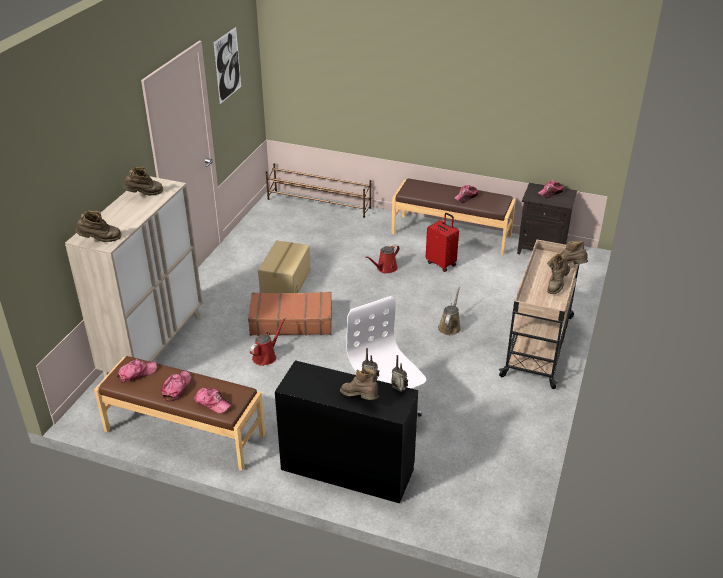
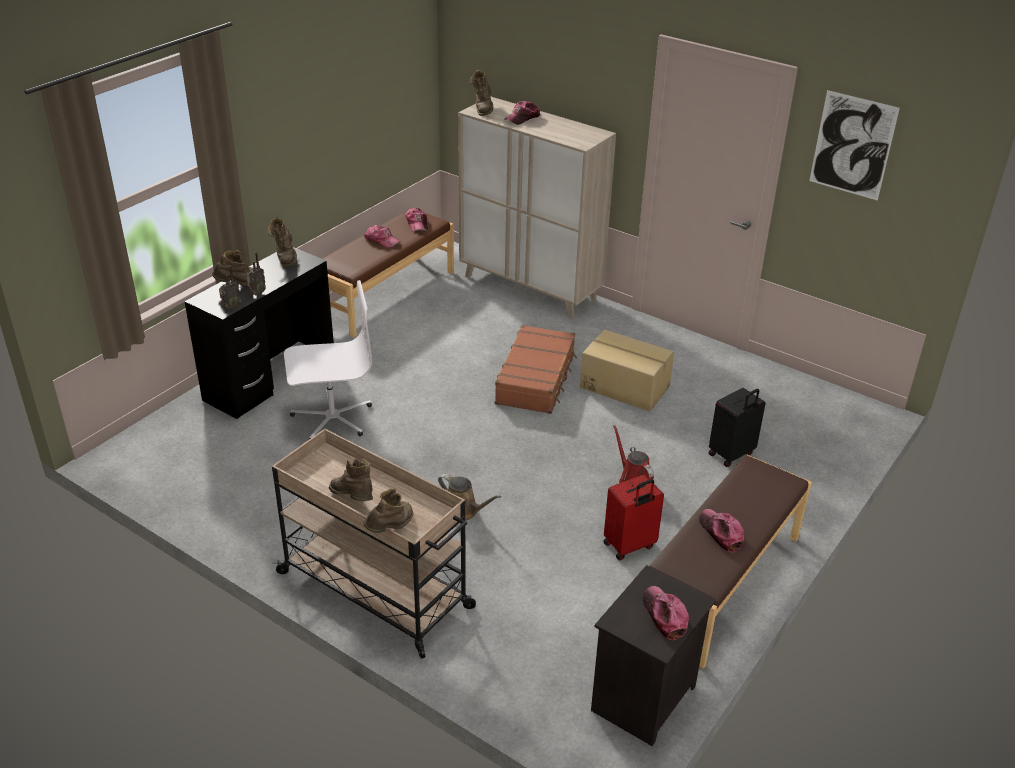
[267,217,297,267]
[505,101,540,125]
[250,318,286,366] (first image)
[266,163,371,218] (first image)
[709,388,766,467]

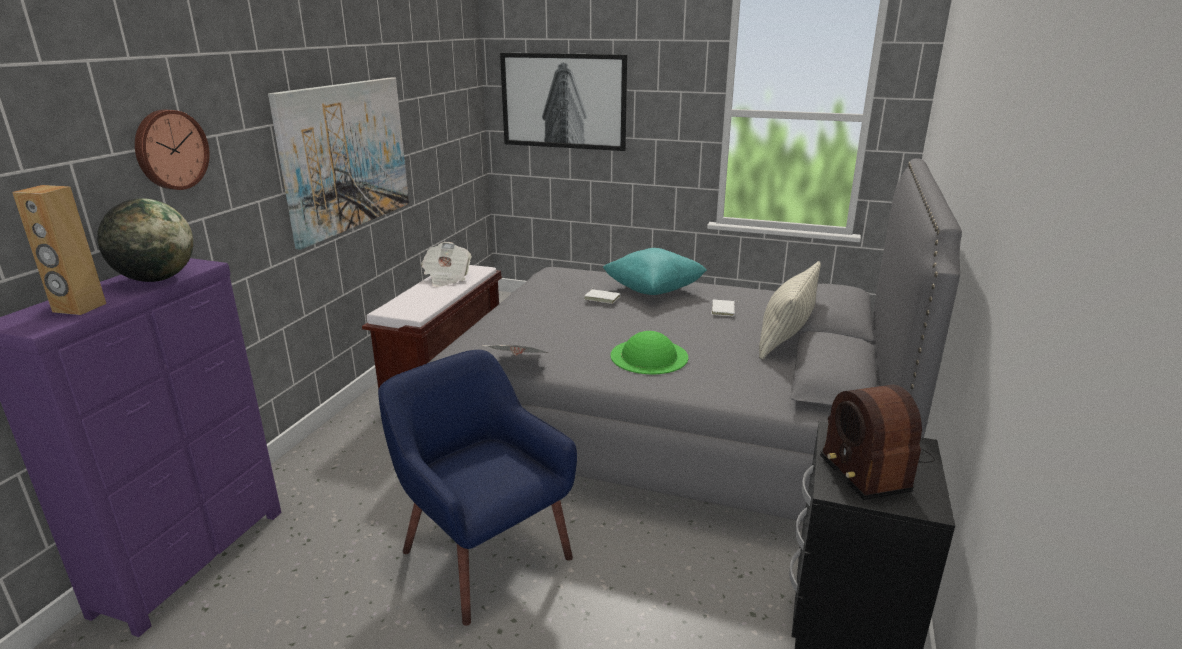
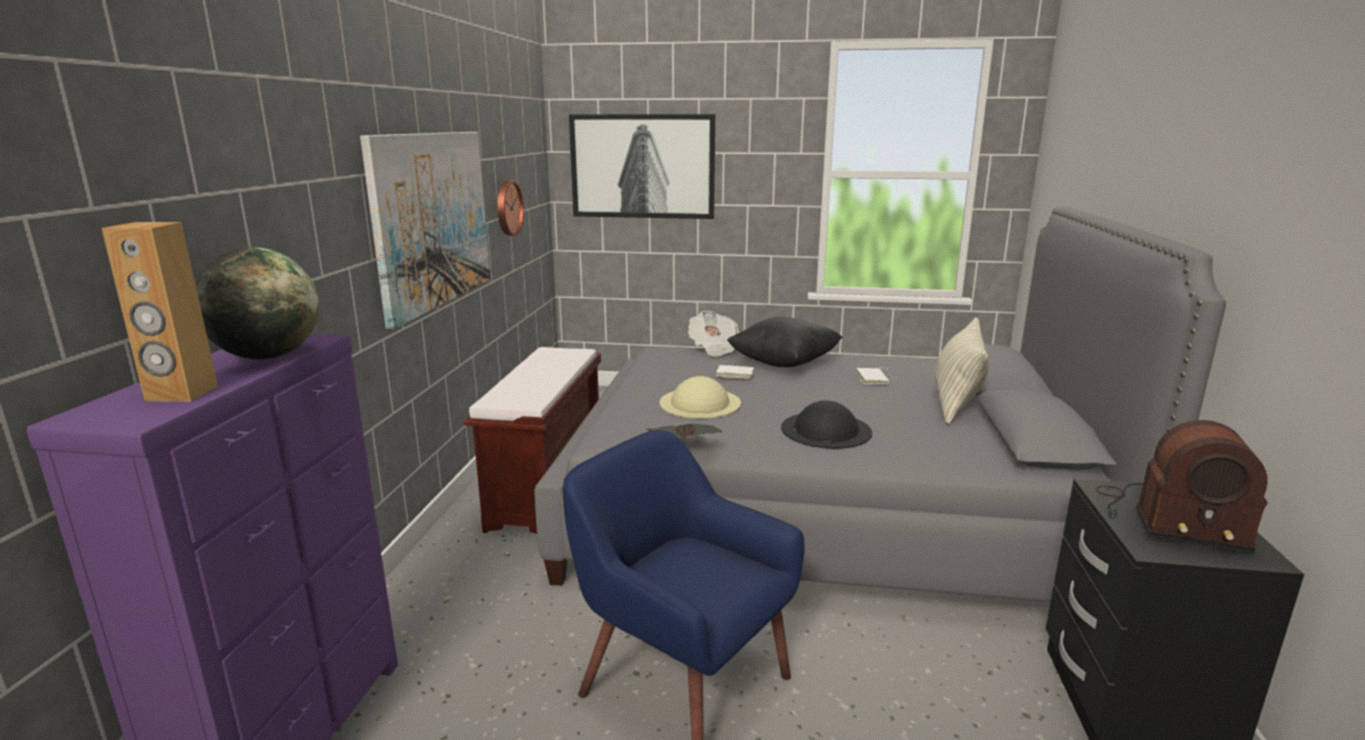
[497,180,524,236]
[688,311,739,357]
[727,317,843,367]
[781,400,872,449]
[1096,420,1268,554]
[659,376,741,419]

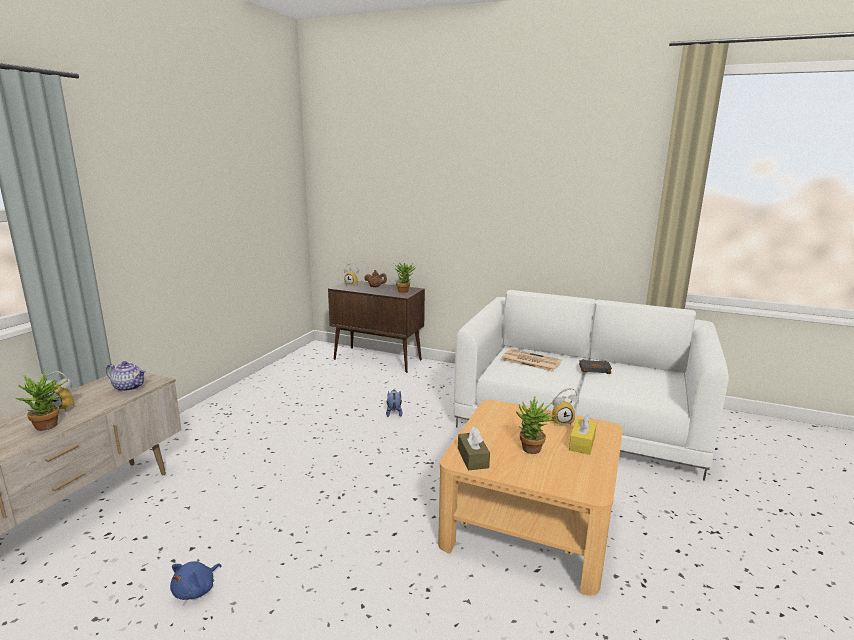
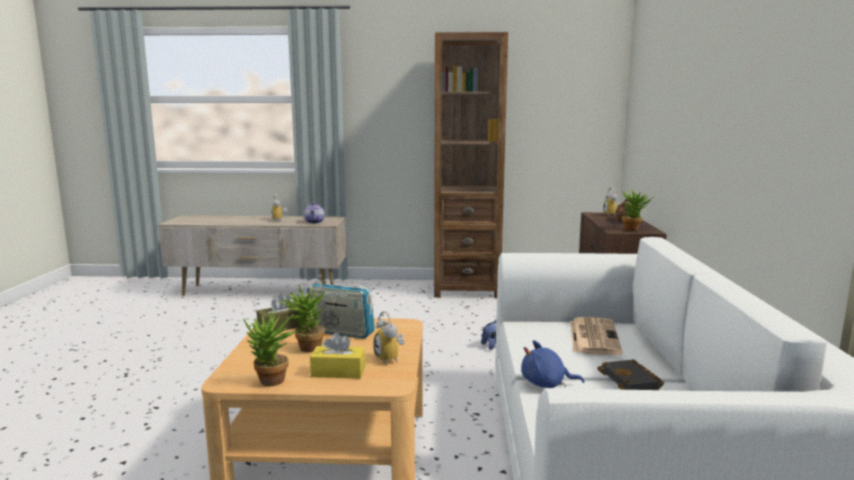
[244,310,296,386]
[521,340,584,388]
[307,275,375,339]
[434,32,508,298]

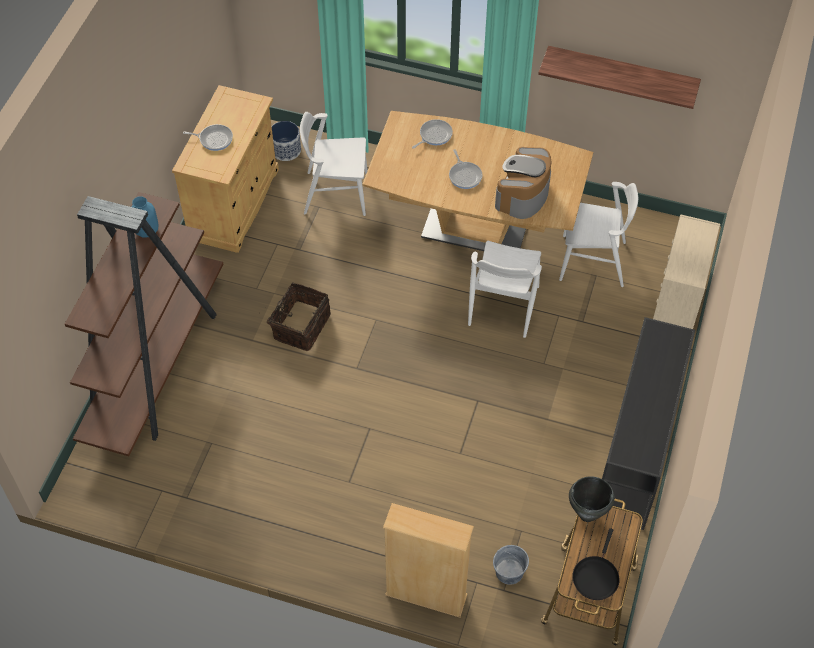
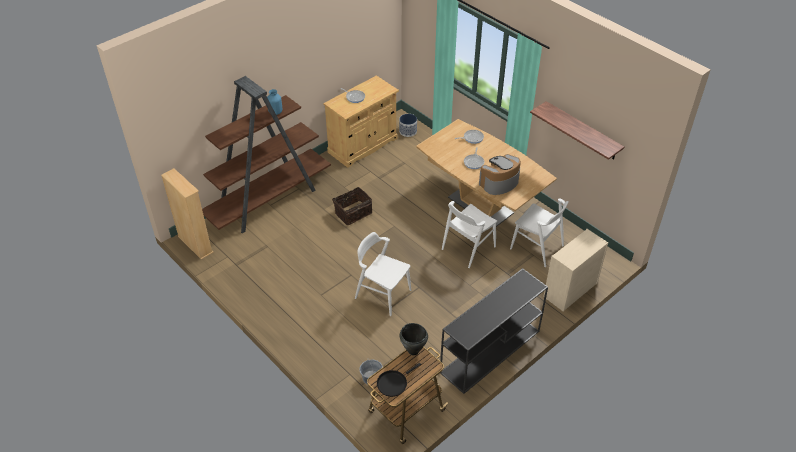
[355,232,411,316]
[161,168,214,260]

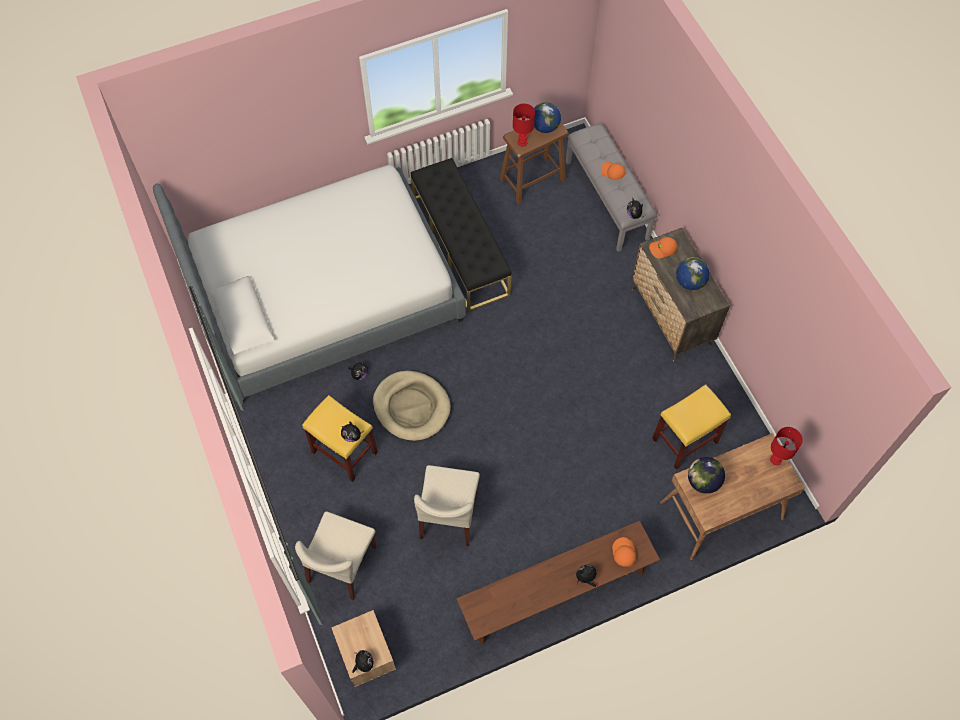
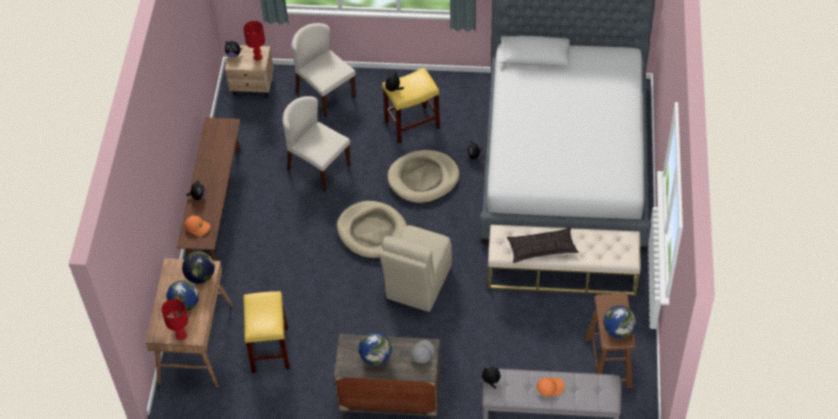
[488,224,641,296]
[243,21,265,61]
[411,340,435,363]
[166,280,199,312]
[337,201,407,258]
[379,225,452,312]
[507,227,578,263]

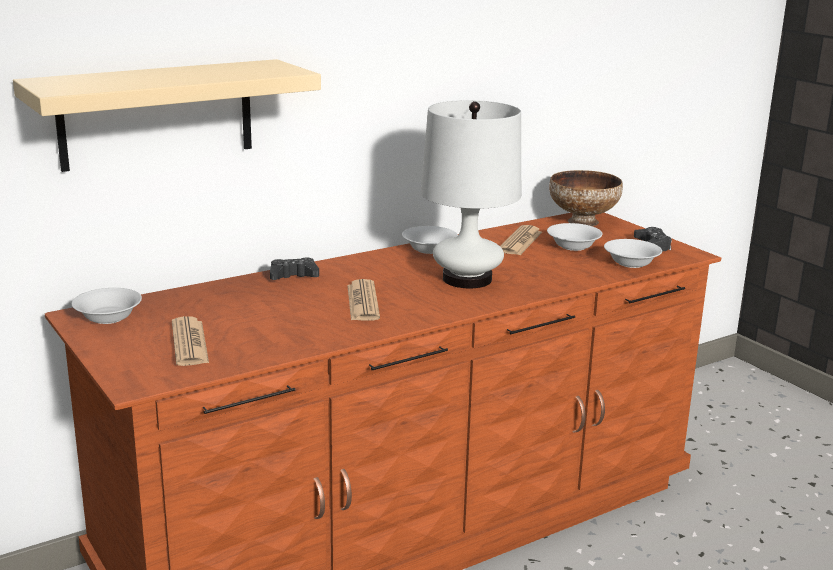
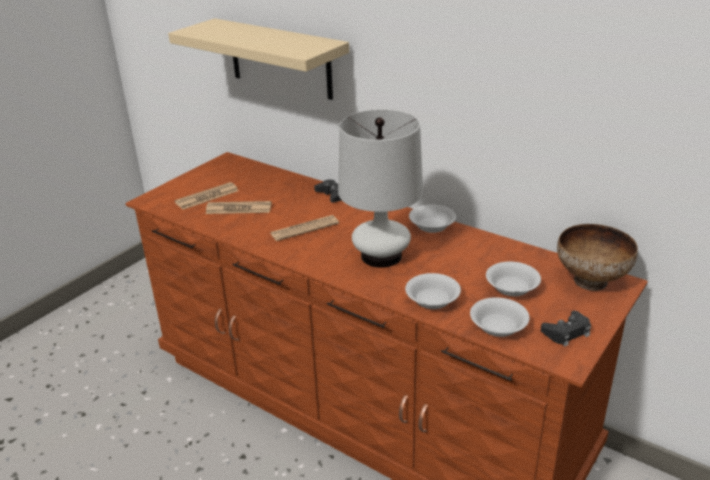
[405,273,461,309]
[206,201,272,214]

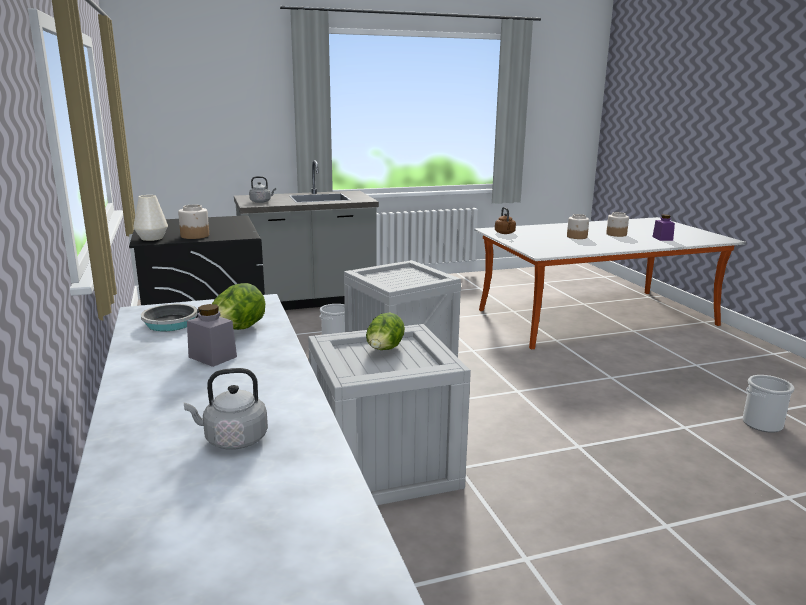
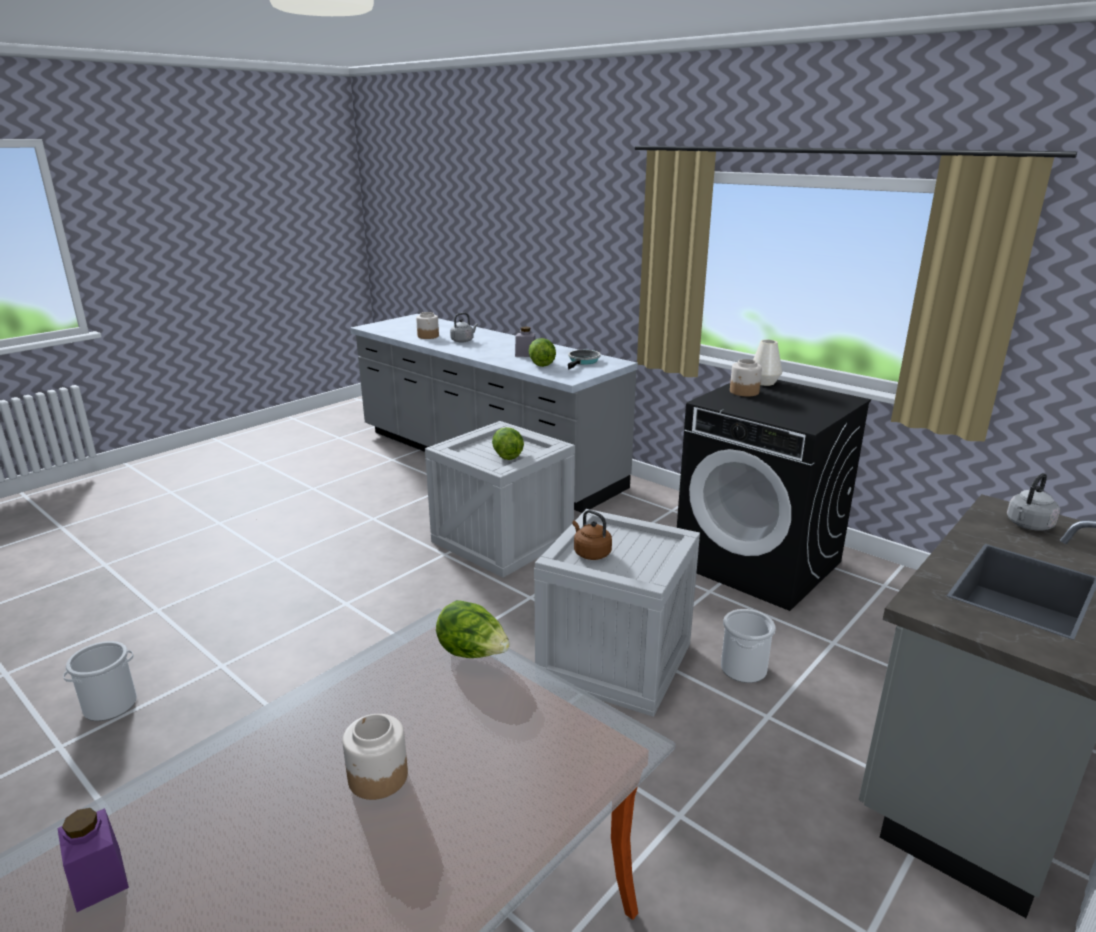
[572,510,612,560]
[416,312,439,339]
[436,600,510,658]

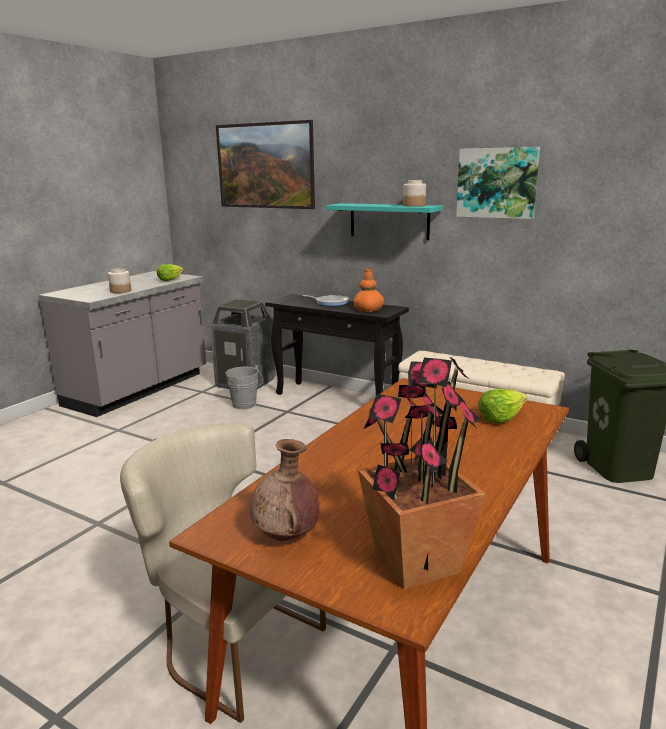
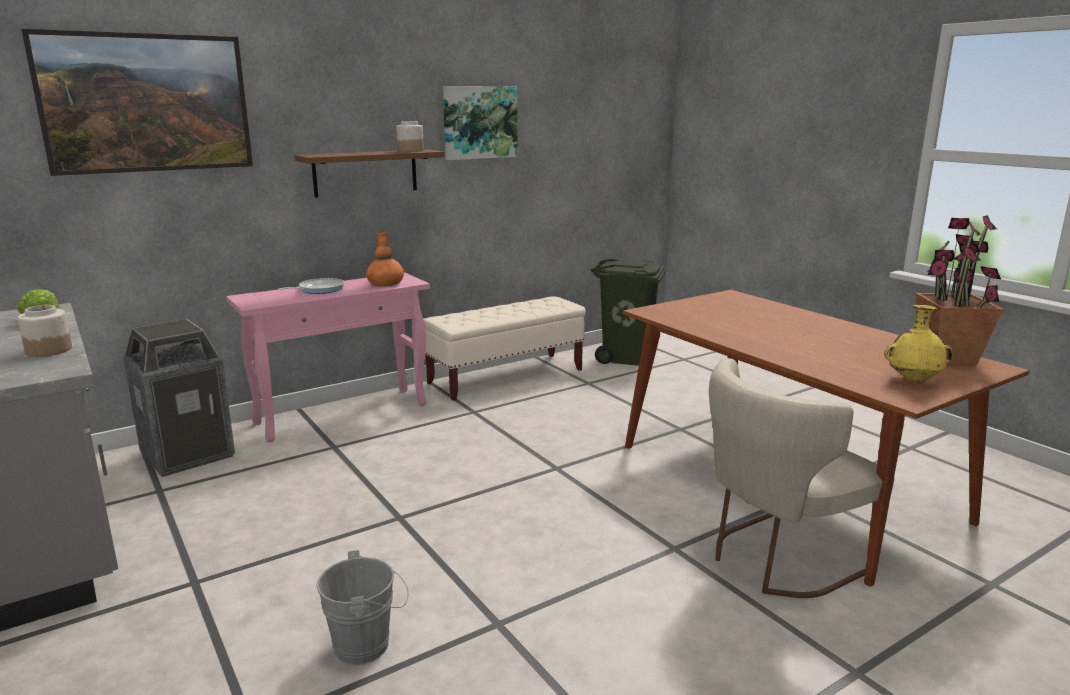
[316,550,409,665]
[884,305,953,383]
[226,272,430,442]
[295,149,444,198]
[478,389,527,423] (first image)

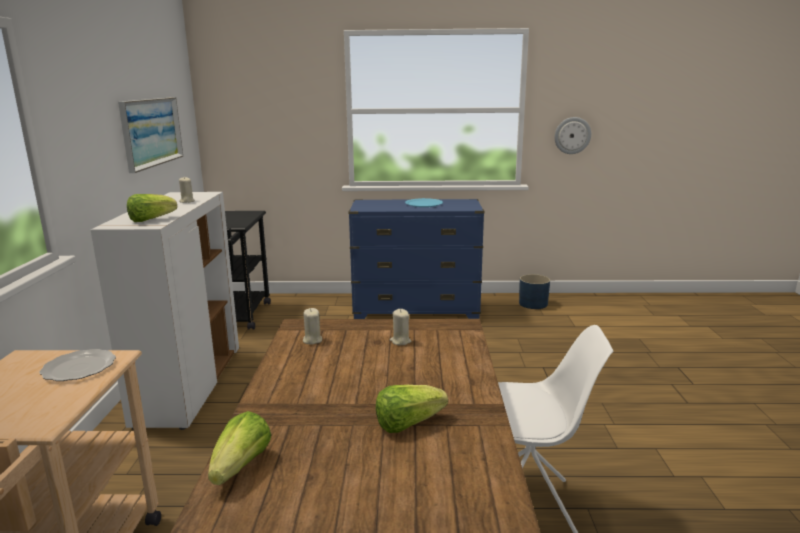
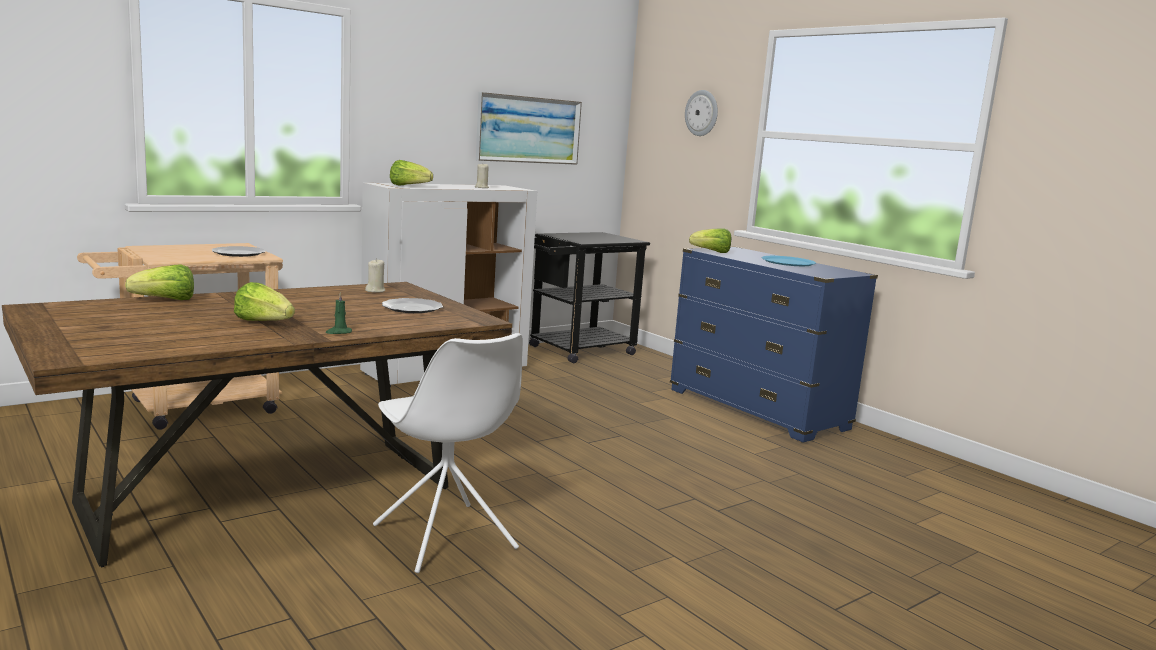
[382,298,443,313]
[519,274,550,309] (first image)
[685,90,718,136]
[326,292,352,334]
[689,228,731,253]

